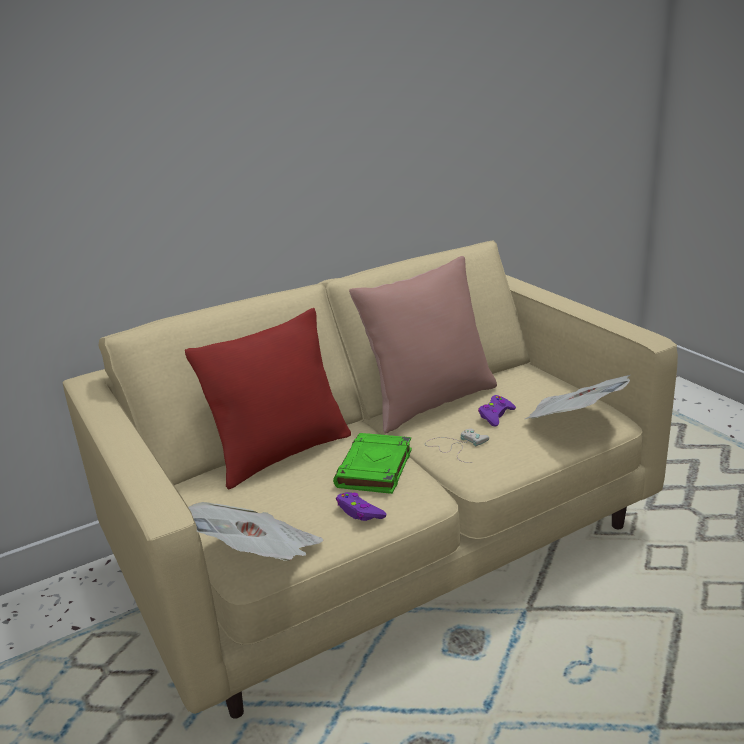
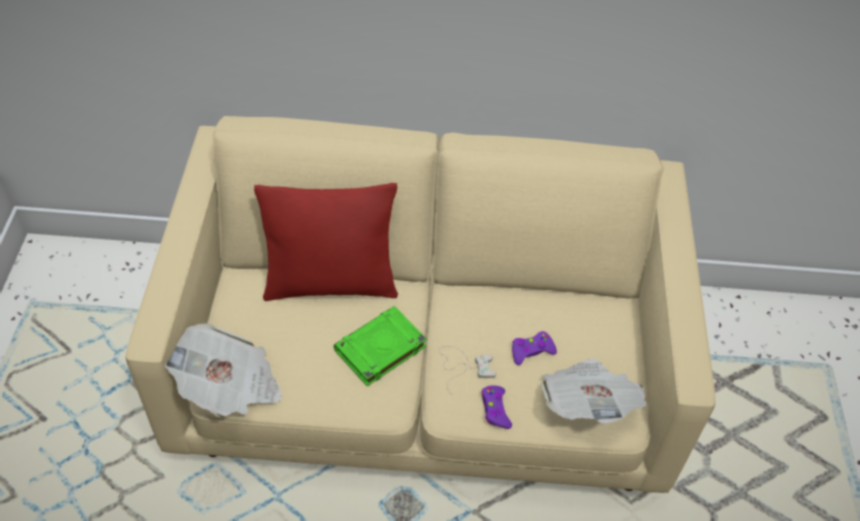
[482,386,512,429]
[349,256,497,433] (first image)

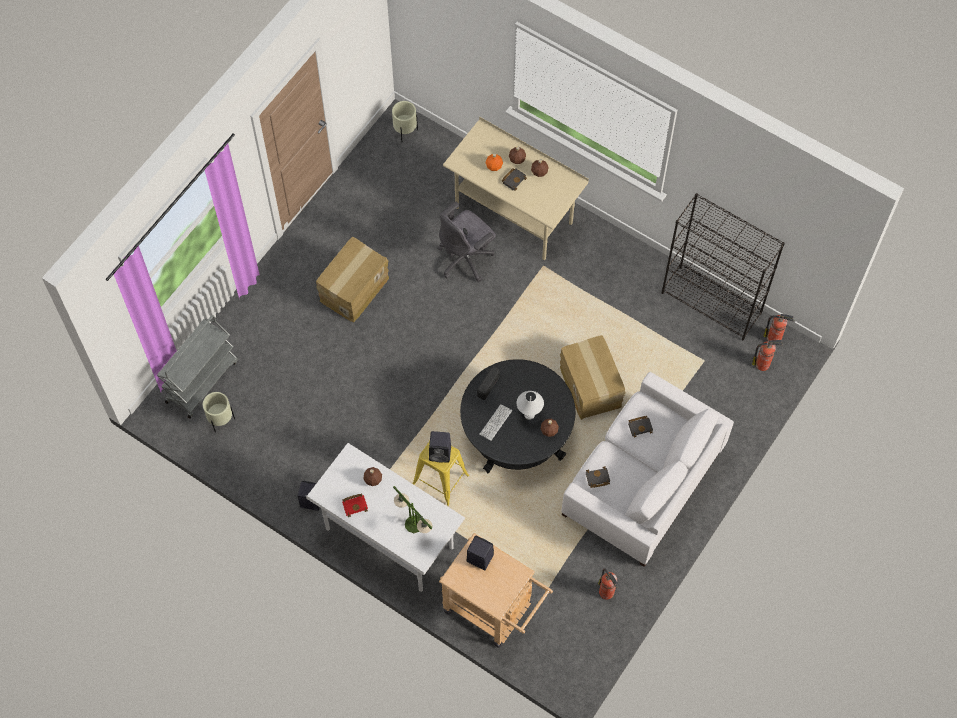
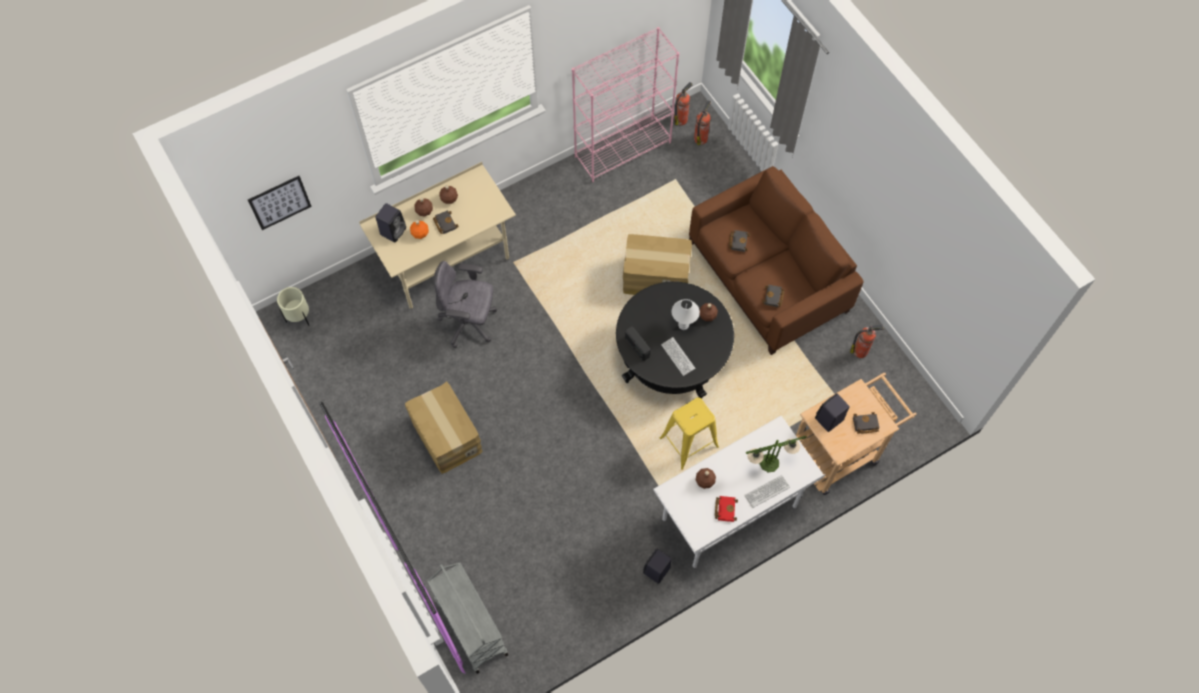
[203,392,235,433] (first image)
[375,203,406,242]
[434,261,497,348]
[689,166,864,355]
[572,27,679,182]
[248,176,312,230]
[744,475,790,508]
[853,412,879,434]

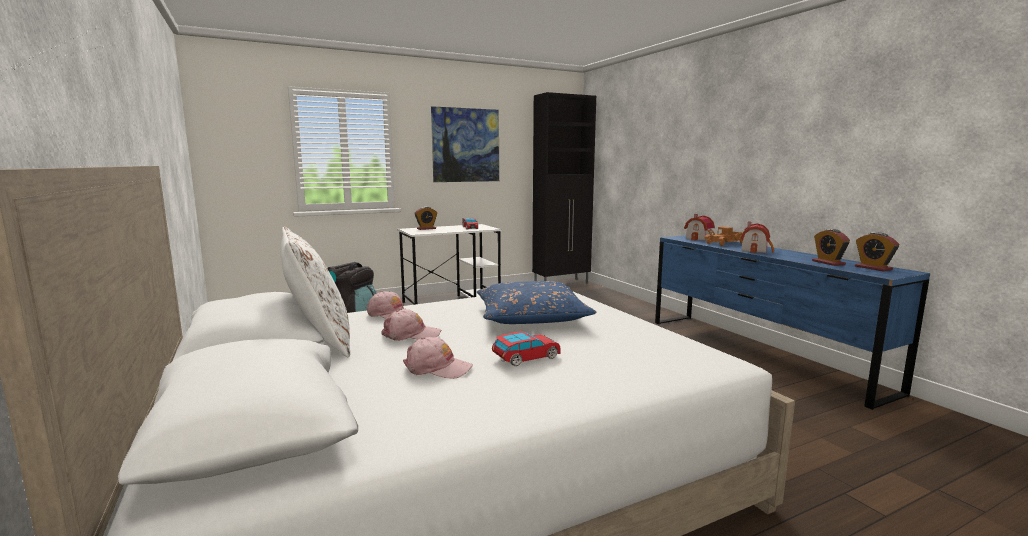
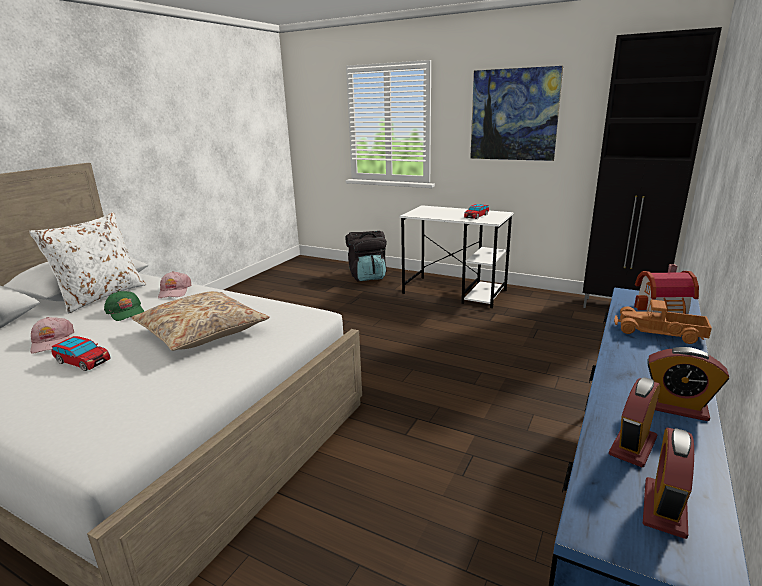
[104,291,144,321]
[647,347,729,421]
[131,291,269,351]
[740,222,774,253] (first image)

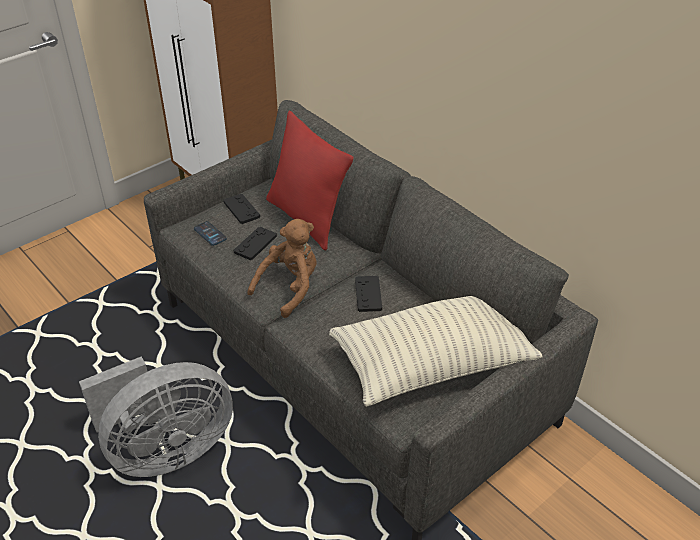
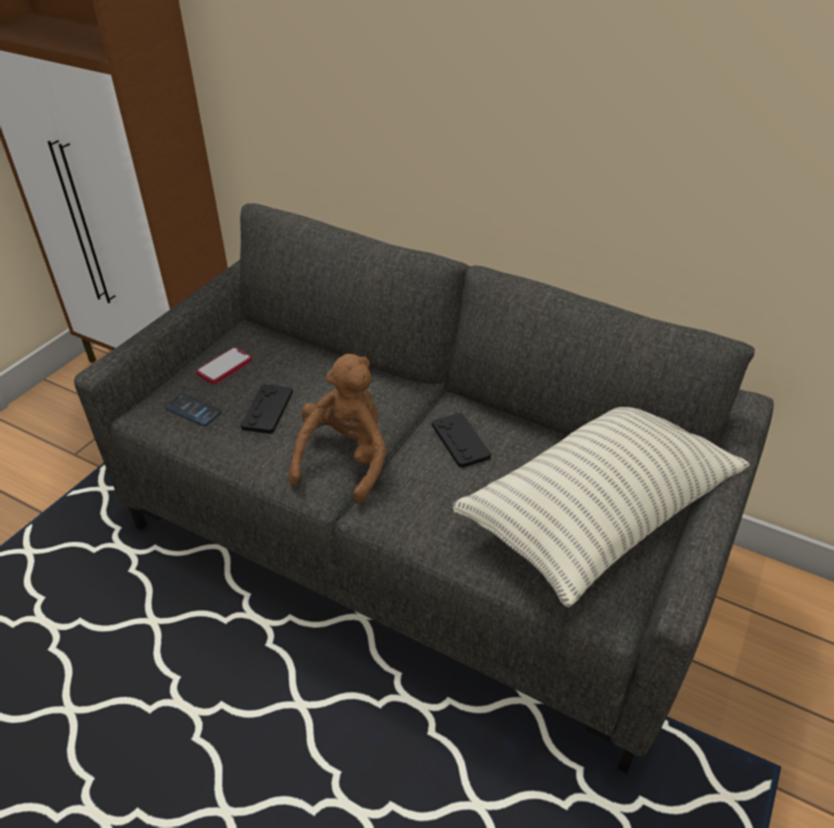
[79,357,233,477] (first image)
[197,348,252,385]
[266,110,354,251] (first image)

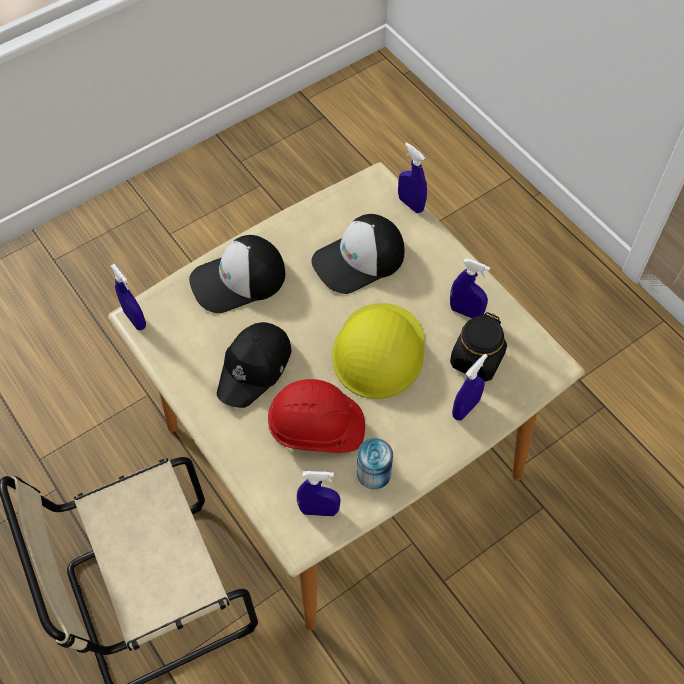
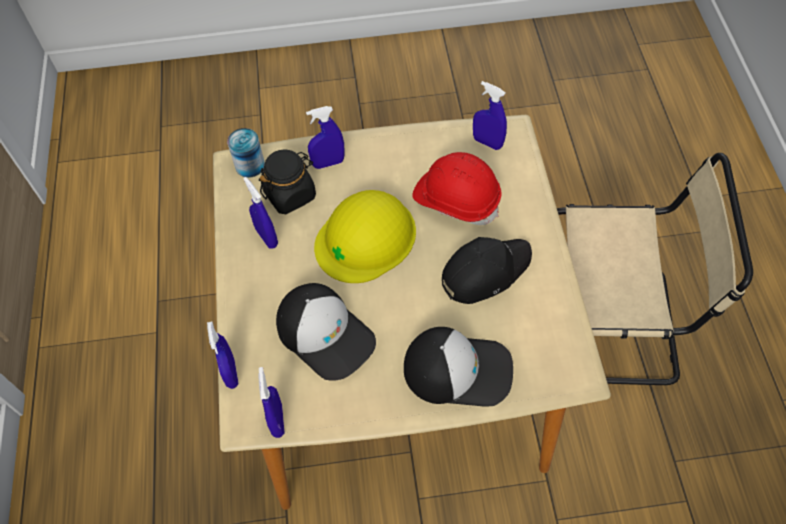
[258,367,285,438]
[276,283,376,381]
[227,128,265,178]

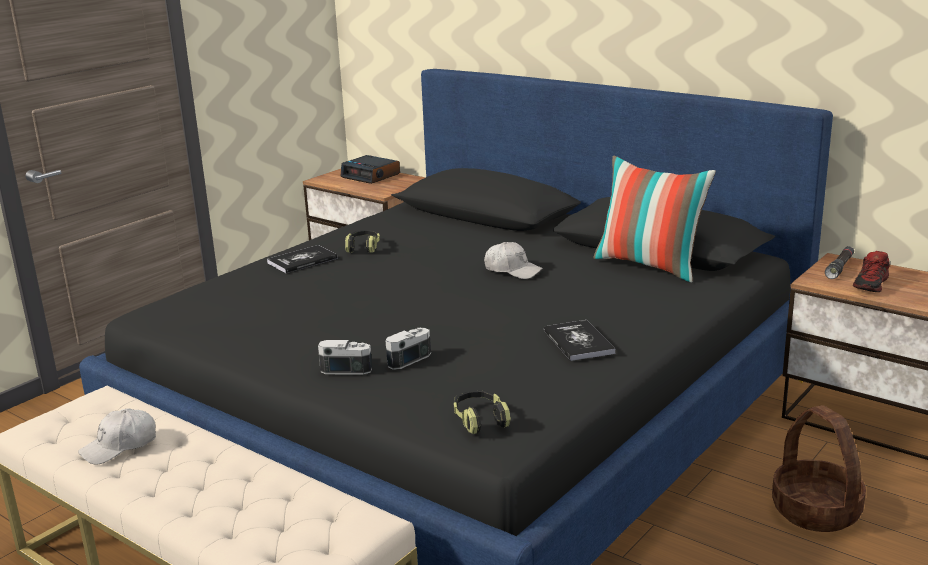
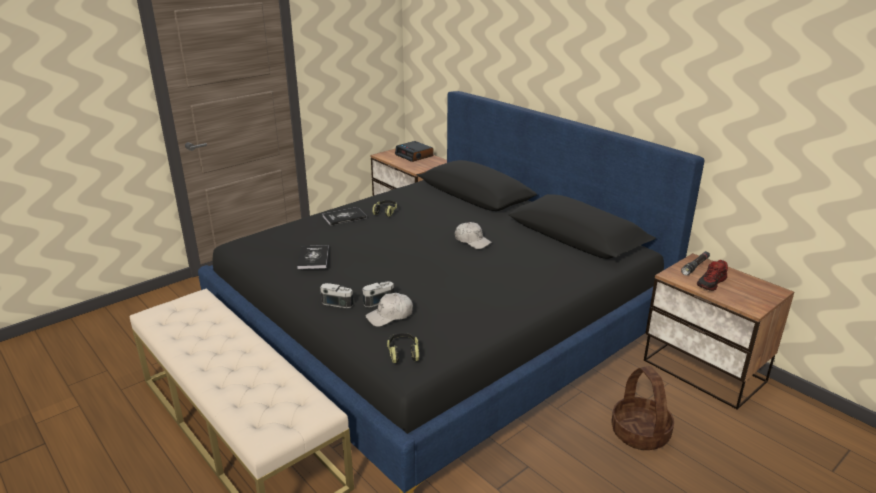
[366,293,413,327]
[297,245,329,269]
[593,156,716,282] (first image)

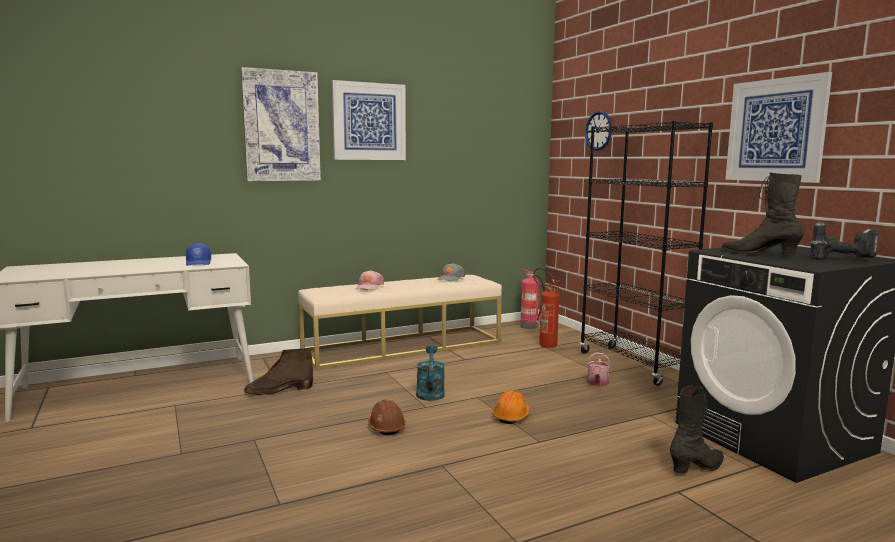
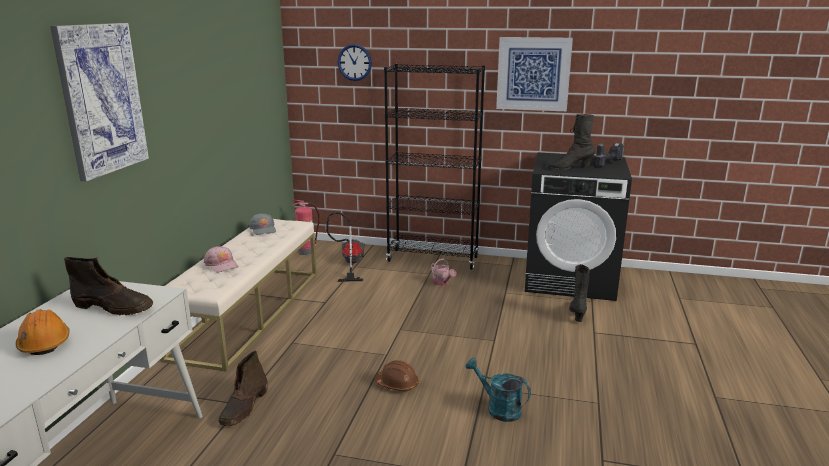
[64,257,153,315]
[332,80,406,160] (first image)
[465,358,531,422]
[15,309,70,355]
[326,212,365,282]

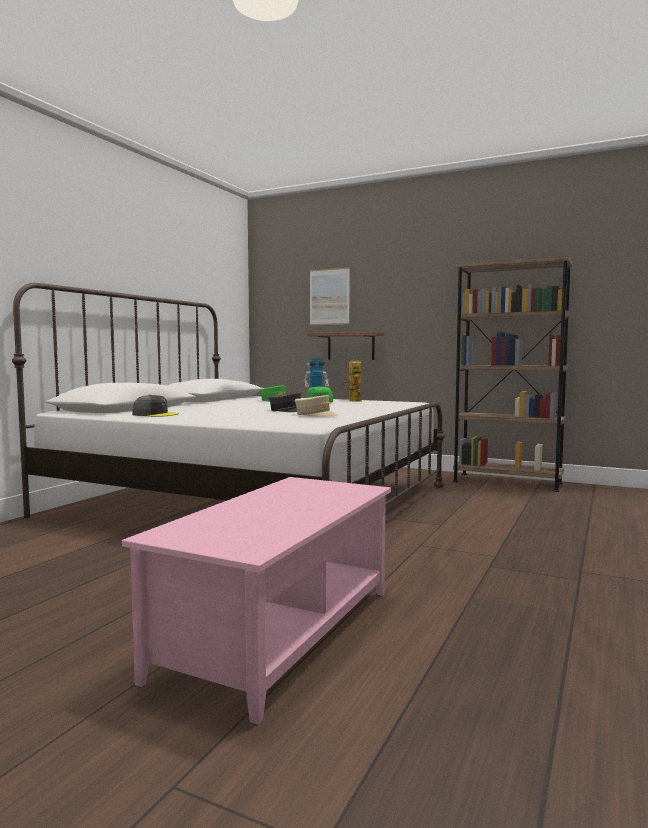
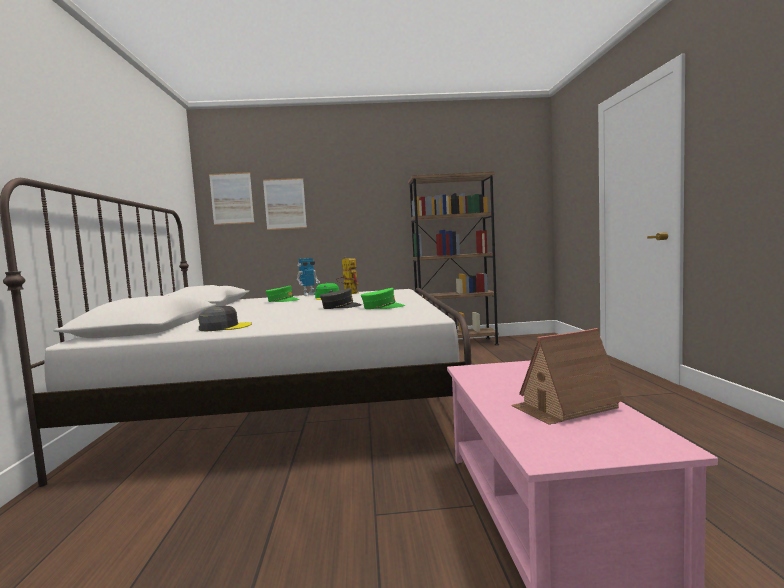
[361,288,405,309]
[307,332,384,360] (first image)
[209,172,254,225]
[511,328,625,425]

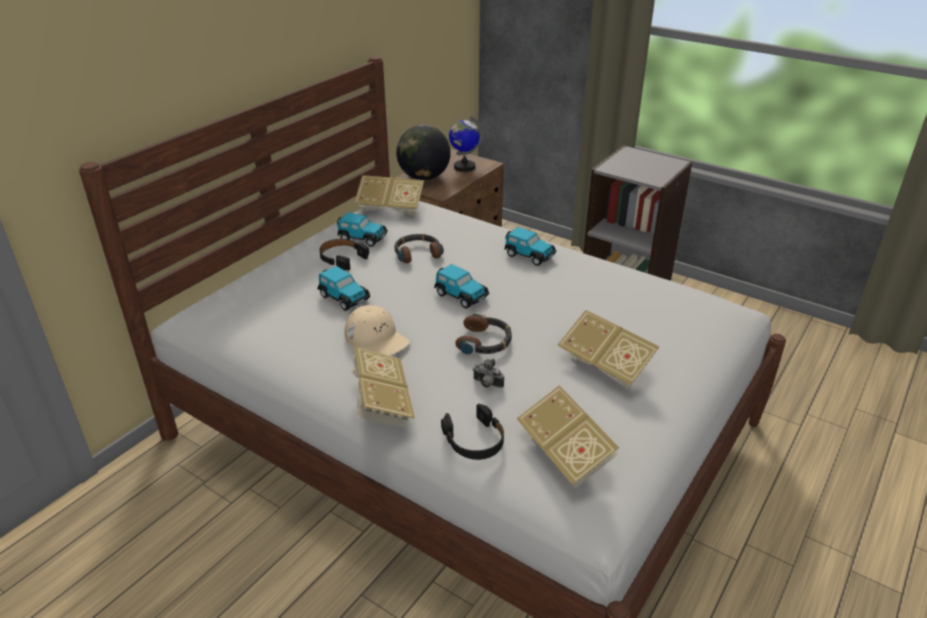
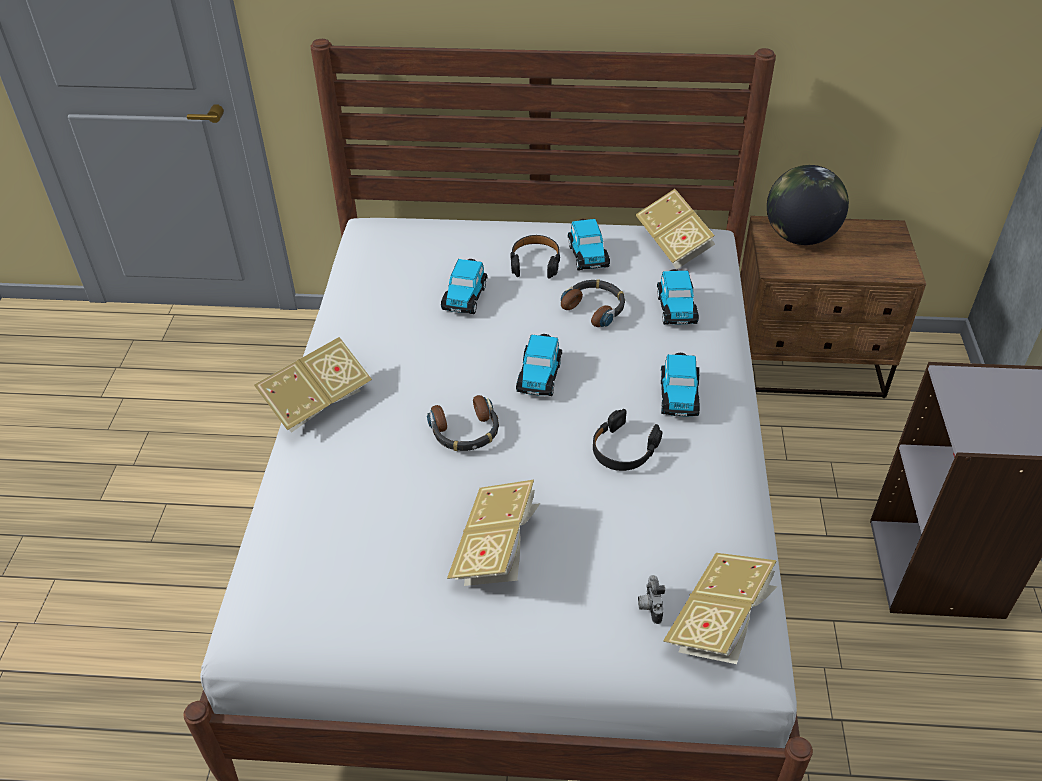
[344,305,410,356] (first image)
[593,409,662,471]
[449,116,483,172] (first image)
[638,575,666,624]
[663,553,778,664]
[657,269,699,325]

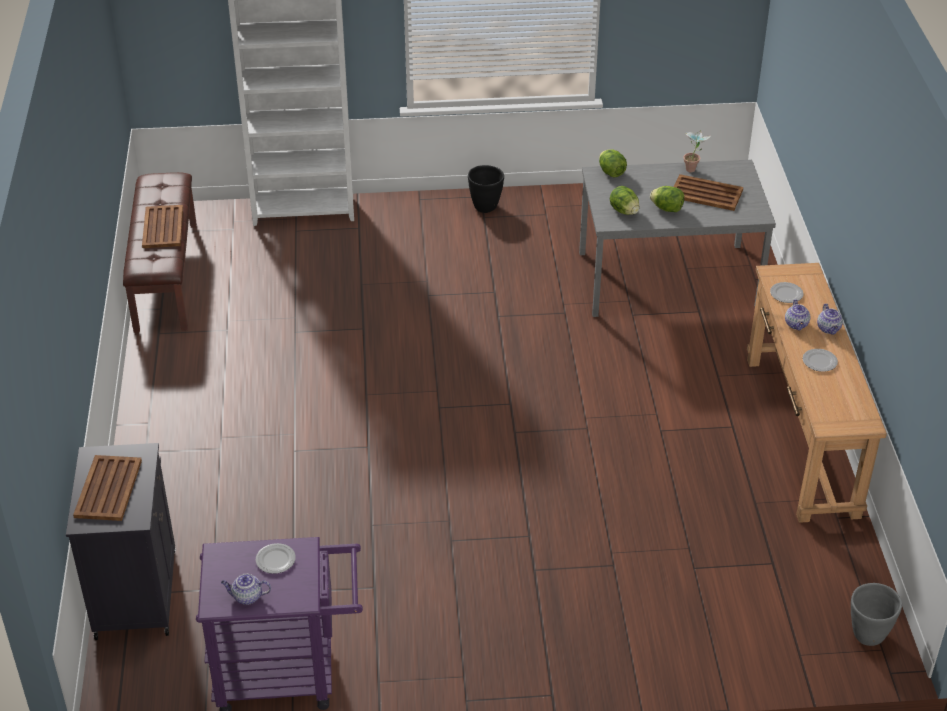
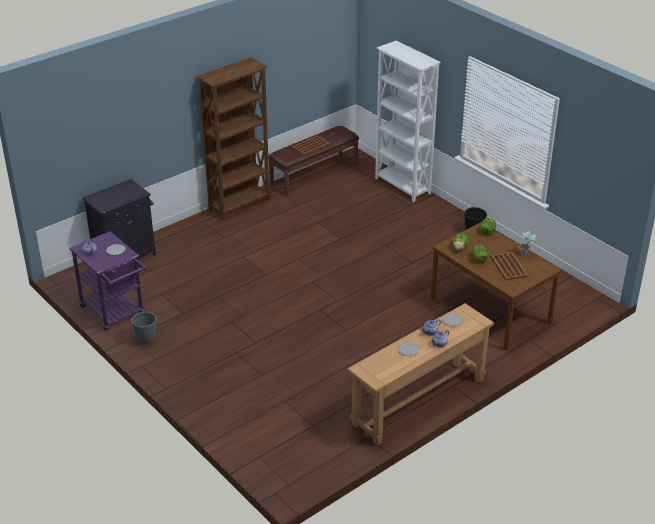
[73,455,142,521] (first image)
[431,222,561,351]
[131,312,157,344]
[197,57,270,220]

